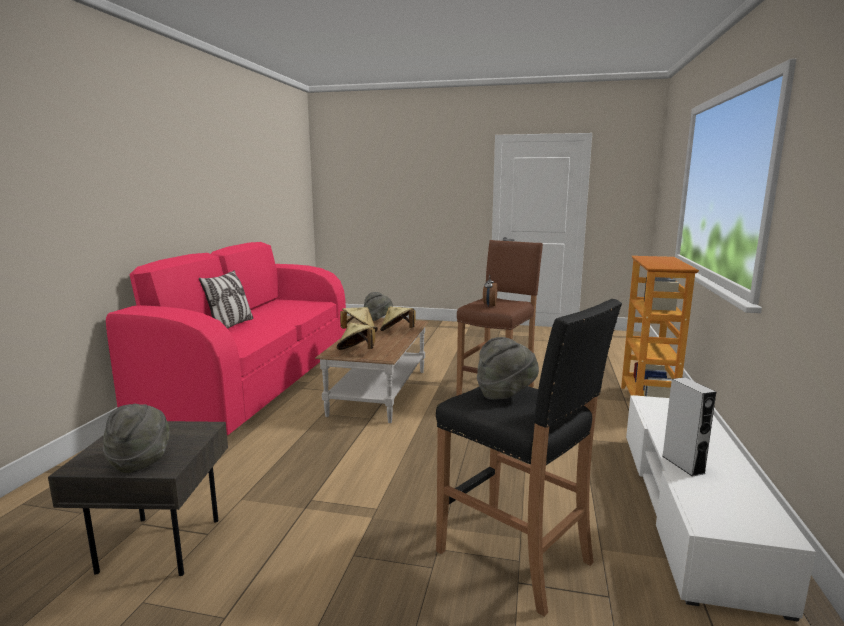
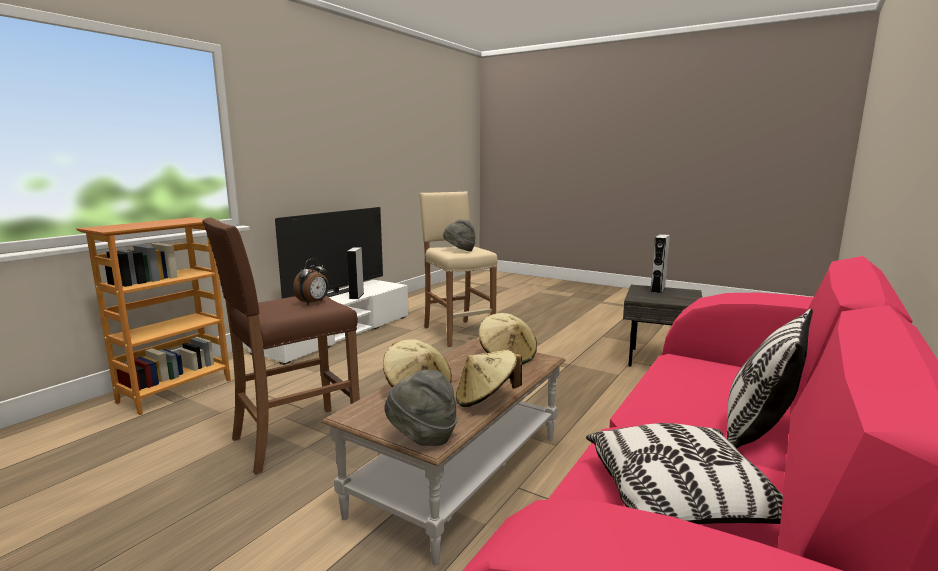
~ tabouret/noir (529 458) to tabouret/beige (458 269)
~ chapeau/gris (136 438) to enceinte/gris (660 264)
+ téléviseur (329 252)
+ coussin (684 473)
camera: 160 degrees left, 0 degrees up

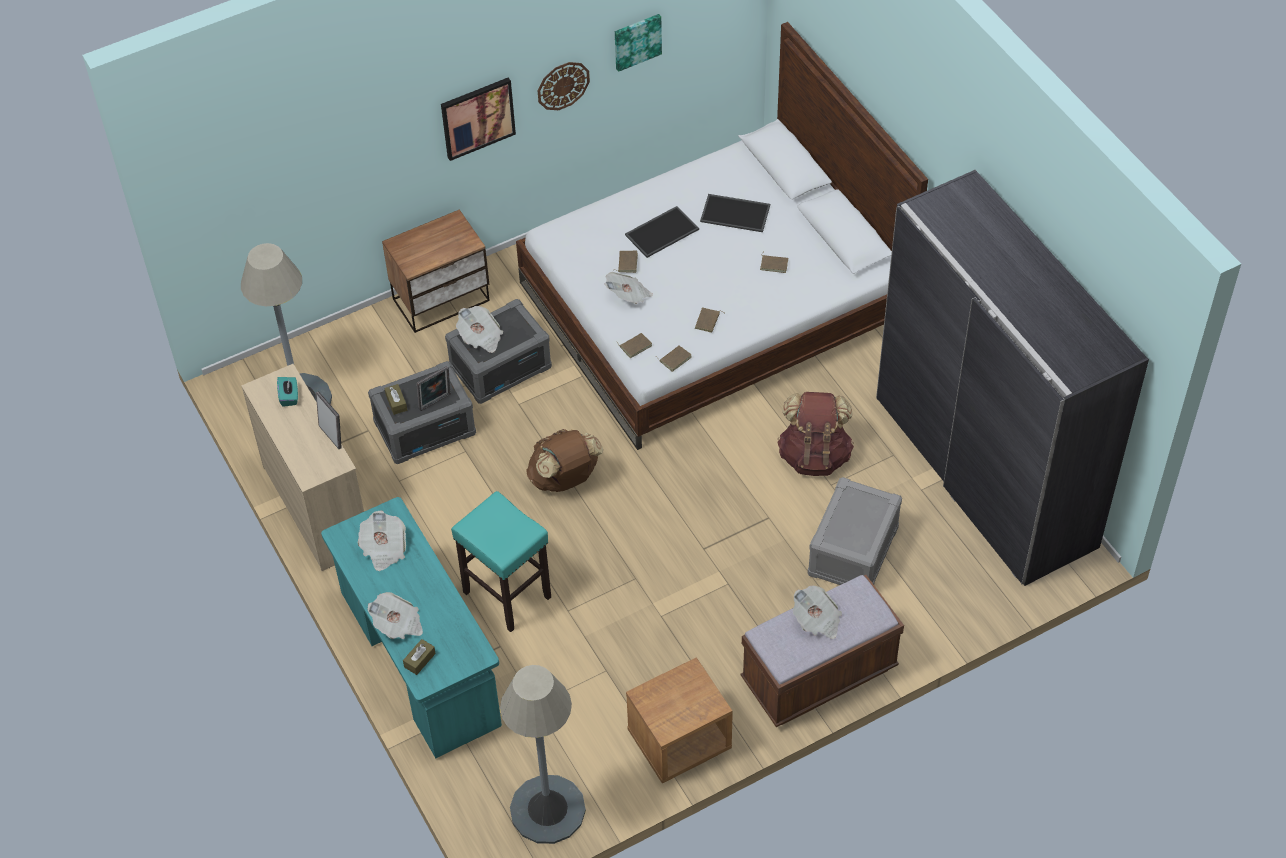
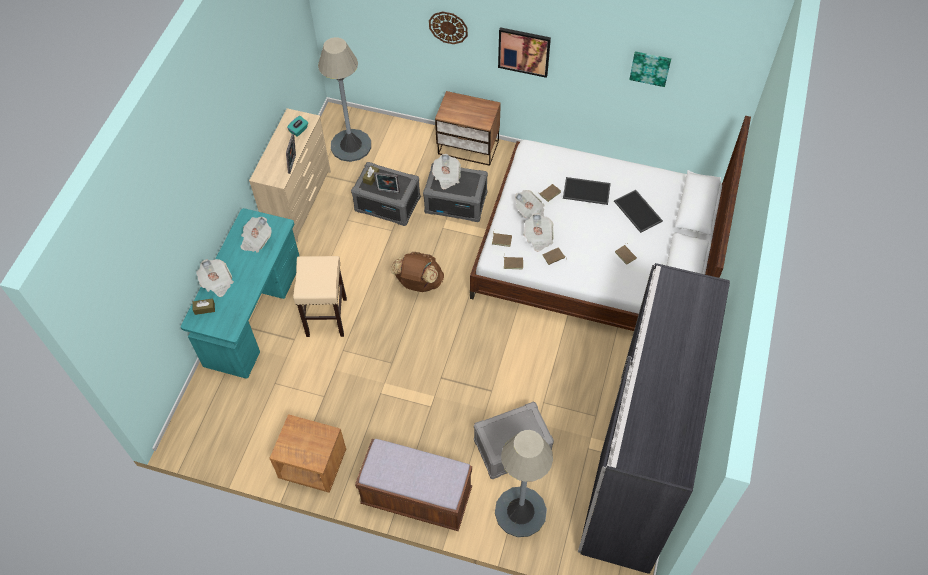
~ horloge murale (564 86) to (448 27)
- sac à dos/marron (815 434)
~ tabouret/turquoise (501 561) to tabouret/beige (320 296)
~ journal (817 612) to (538 232)
~ lampadaire/gris (543 754) to (524 483)
camera: 45 degrees right, 5 degrees up

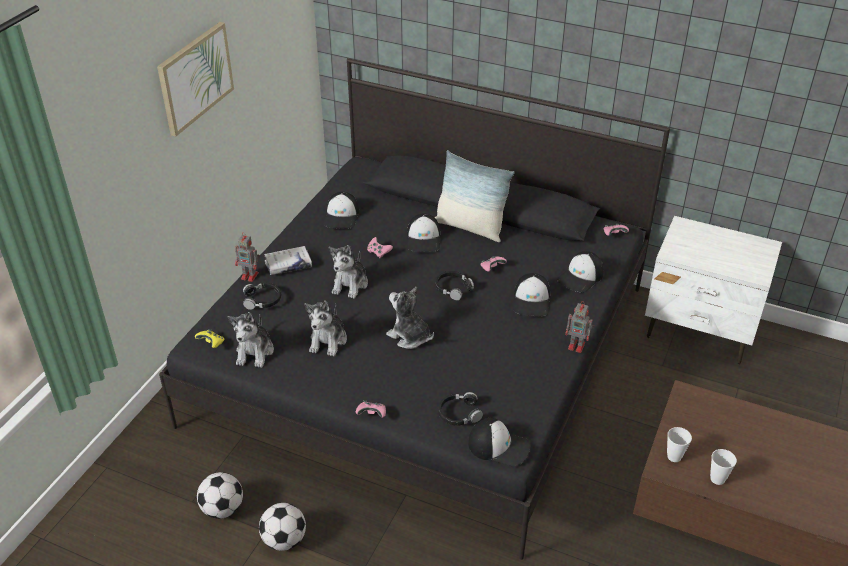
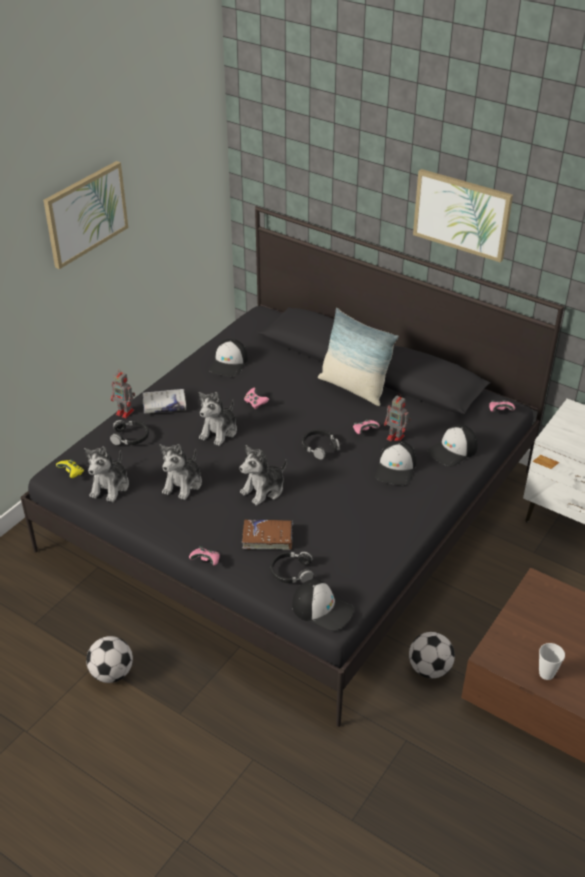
- casquette (423 232)
~ peluche (410 318) = (263 475) 90 degrees counterclockwise
~ robot jouet (579 327) to (397 418)
- tasse (679 444)
~ ballon de foot (220 495) to (432 655)
+ tableau (463 216)
+ livre/marron (267 534)
camera: 10 degrees right, 0 degrees up

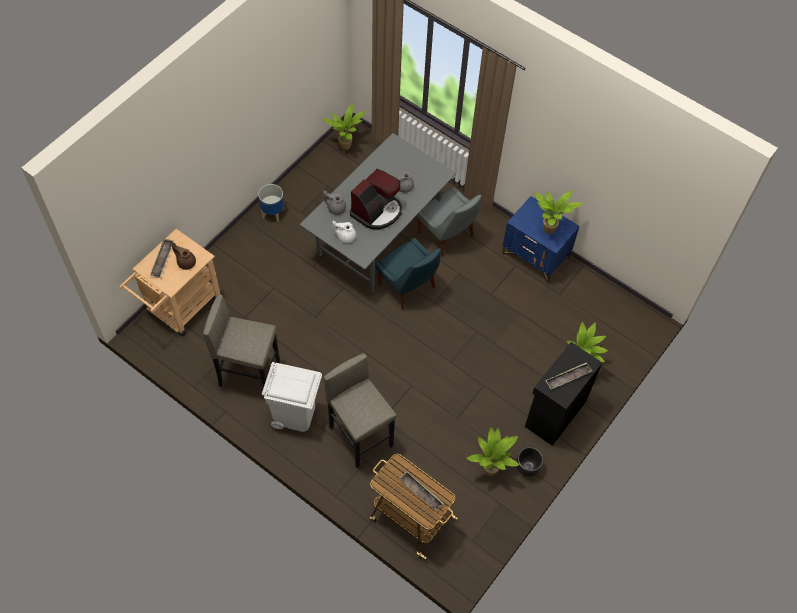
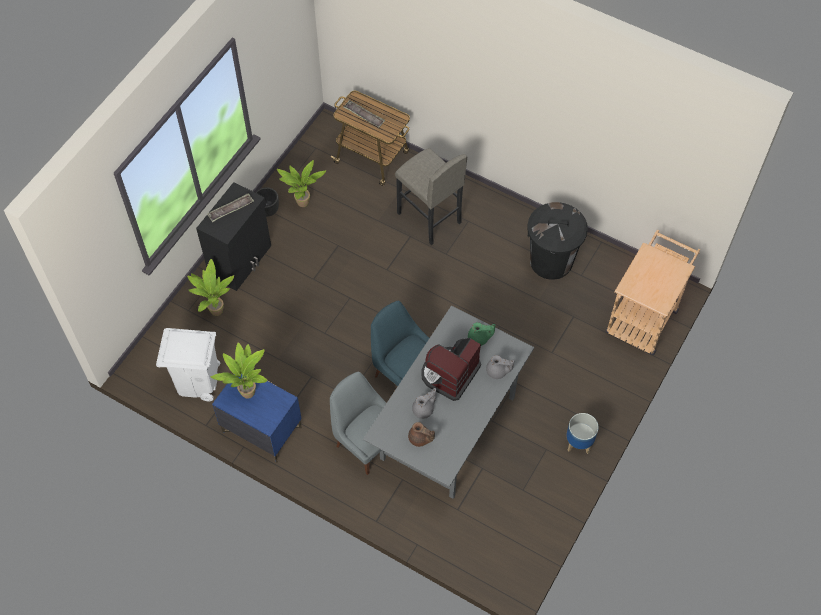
- plante en pot (344 127)
~ théière/blanc (344 232) to théière/vert (481 334)
- plateau (162 258)
~ théière/marron (183 256) to (421 434)
~ tabouret/gris (241 341) to poubelle/noir (557 241)
~ poubelle/blanc (292 397) to (188 364)
camera: 175 degrees right, 0 degrees up

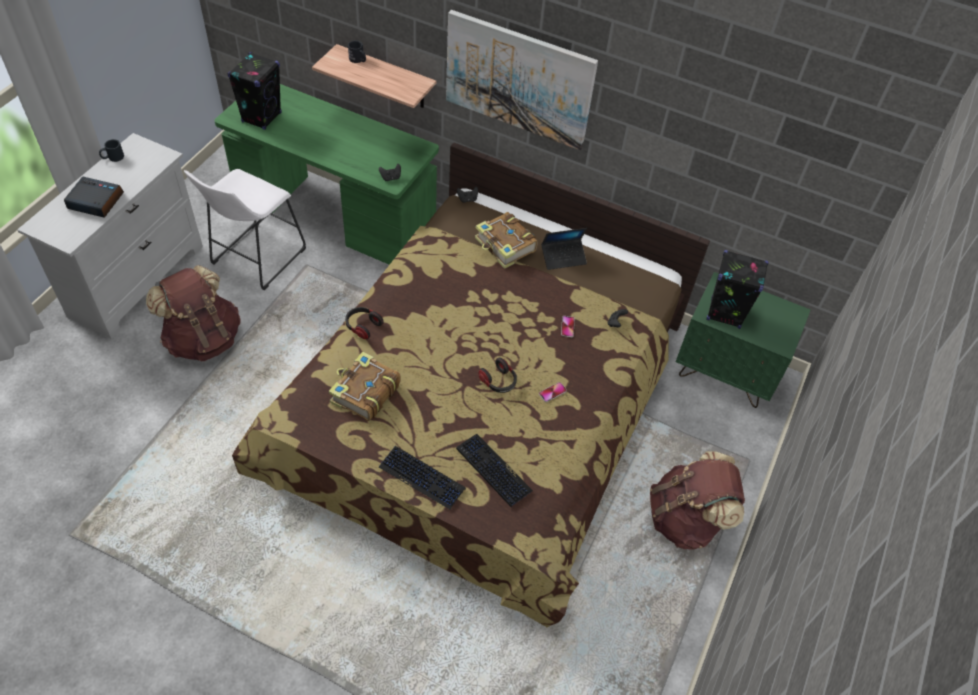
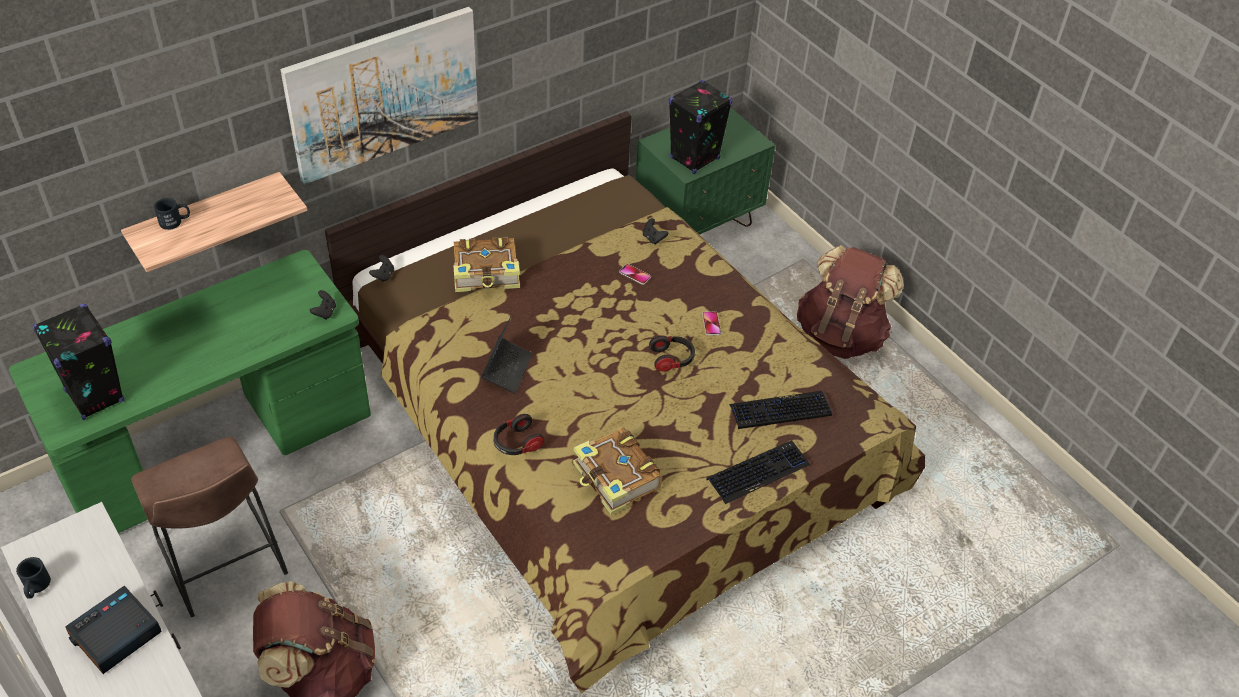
~ tabouret/blanc (245 229) to tabouret/marron (210 527)
~ ordinateur portable (564 249) to (507 355)
camera: 60 degrees left, 5 degrees down

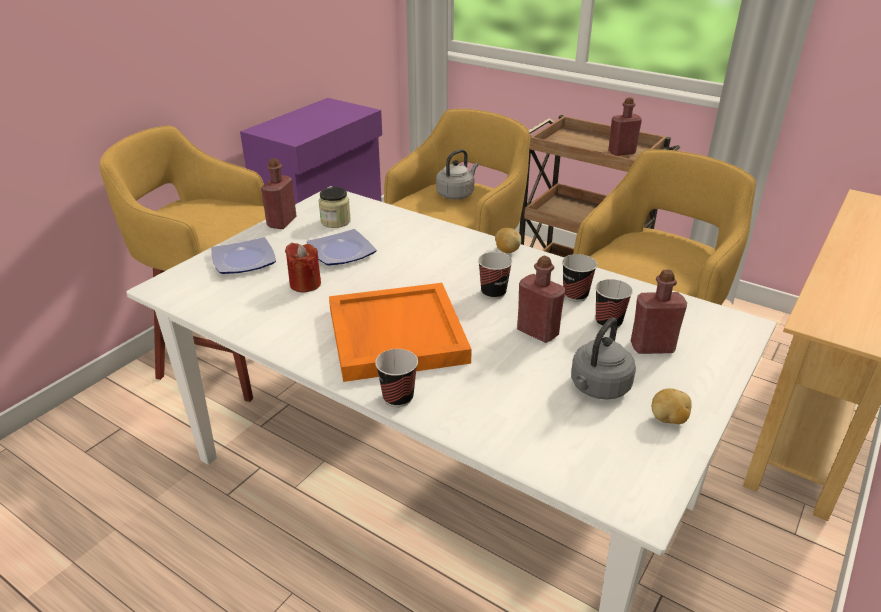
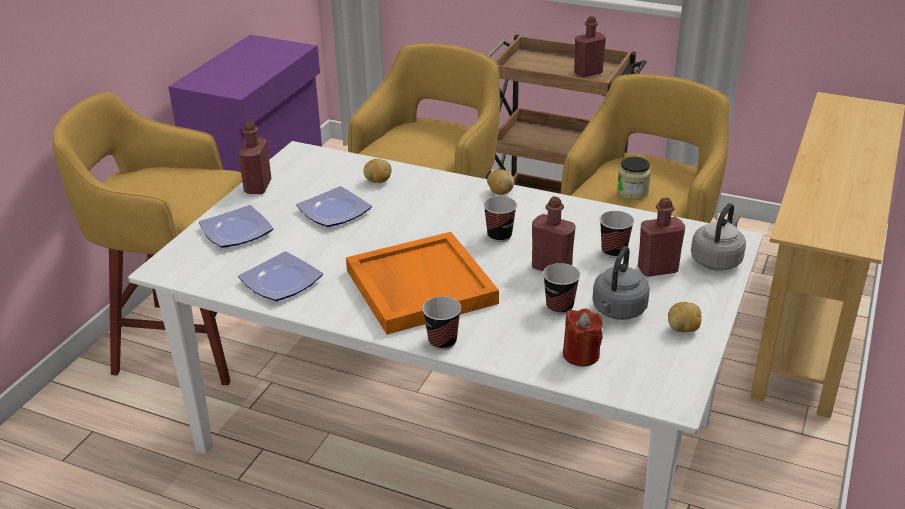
~ bouilloire/gris (457 174) to (718 237)
~ bocal (335 207) to (634 178)
~ bougie/rouge (303 268) to (582 337)
~ tasse (579 278) to (561 288)
+ pomme de terre (377 171)
+ assiette (280 276)
camera: 10 degrees left, 0 degrees up

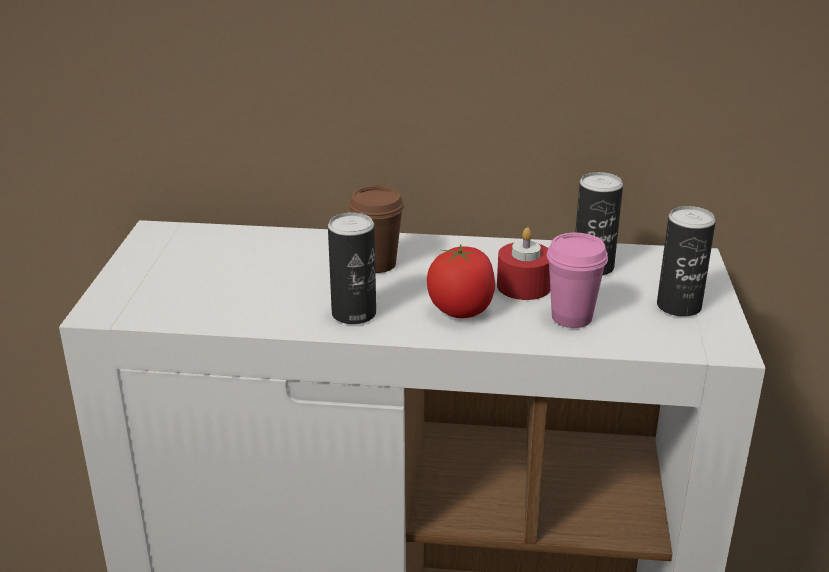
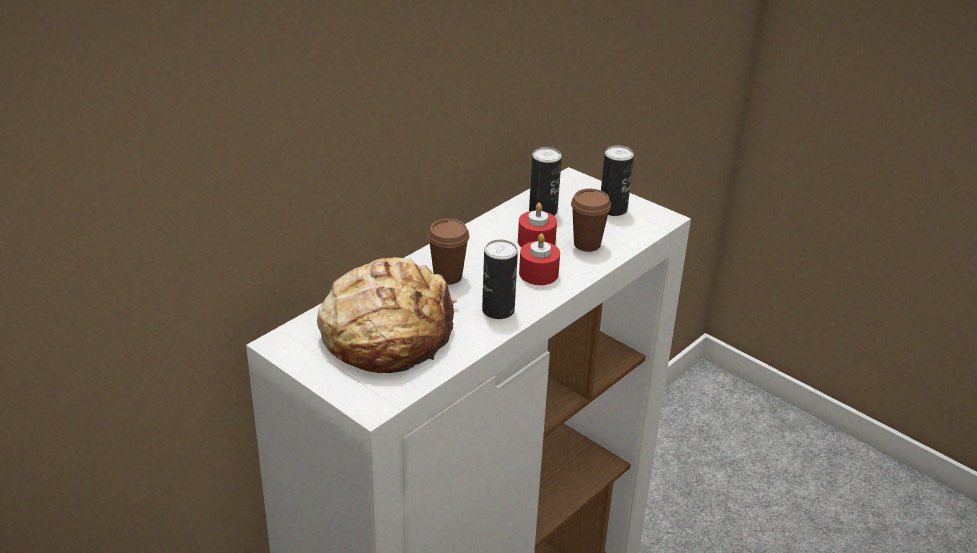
~ tasse/rose (577 280) to tasse/marron (591 220)
~ tomate (461 281) to bougie/rouge (539 259)
+ pain (387 315)
camera: 55 degrees left, 5 degrees up

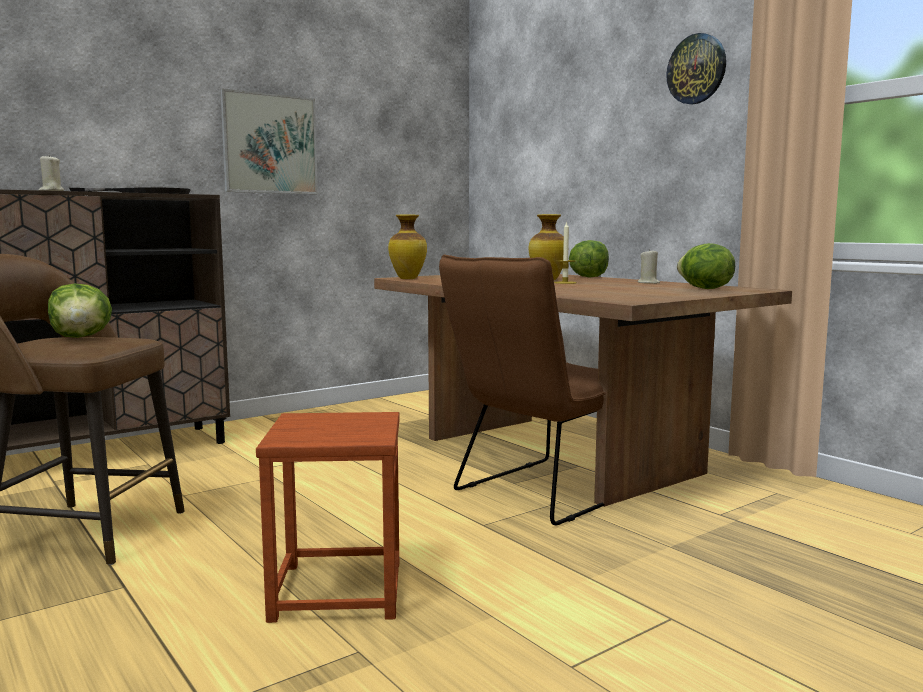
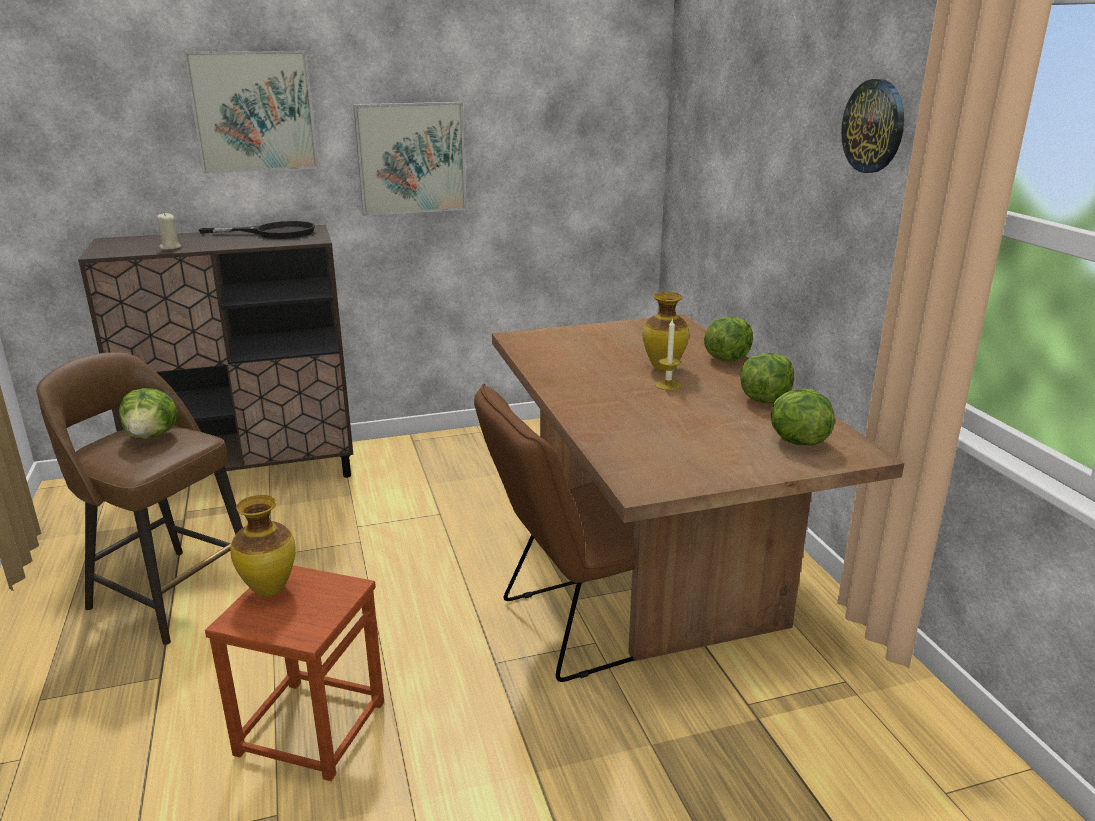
~ vase (407 247) to (263 546)
~ bougie/beige (649 266) to laitue (767 378)
+ tableau (251 112)
camera: 20 degrees right, 15 degrees up

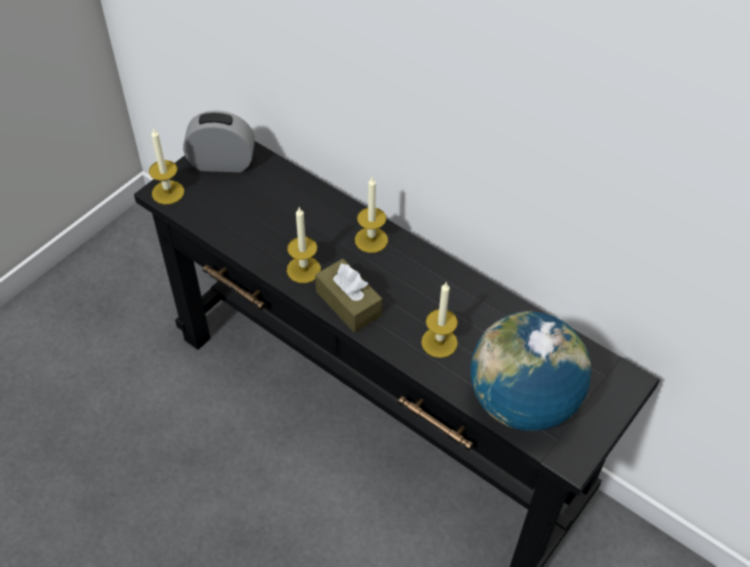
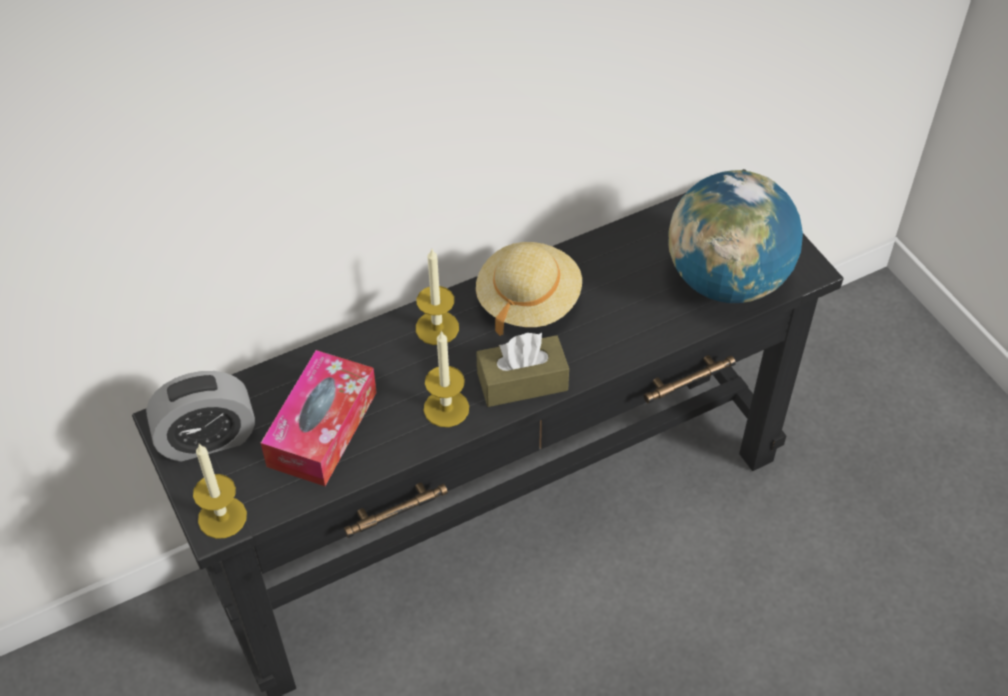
~ réveil (219 141) = (200 416) 135 degrees counterclockwise
- bougie (439 320)
+ chapeau/beige (529 289)
+ boîte à mouchoirs (319 418)
camera: 65 degrees left, 0 degrees up

